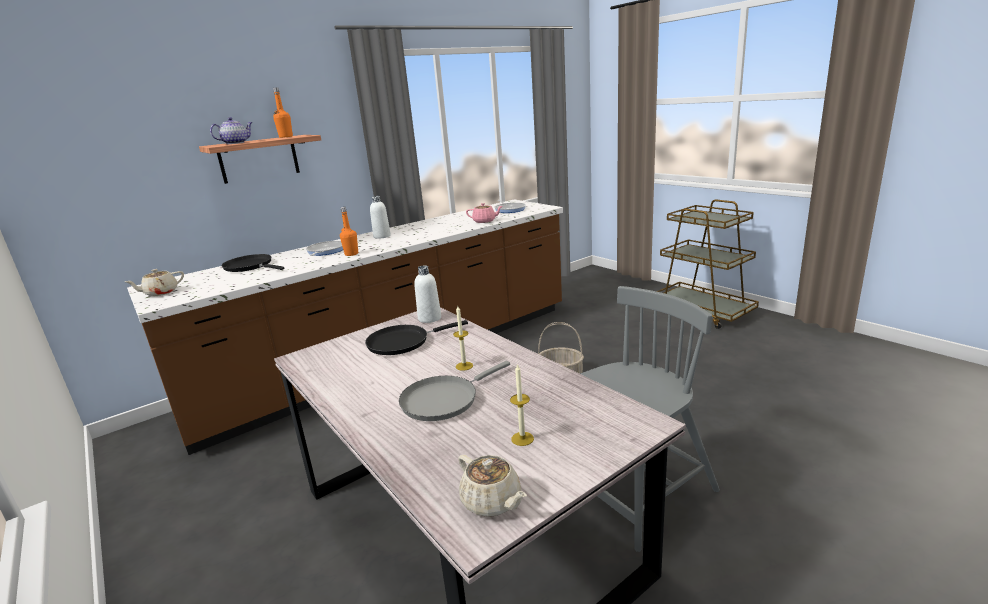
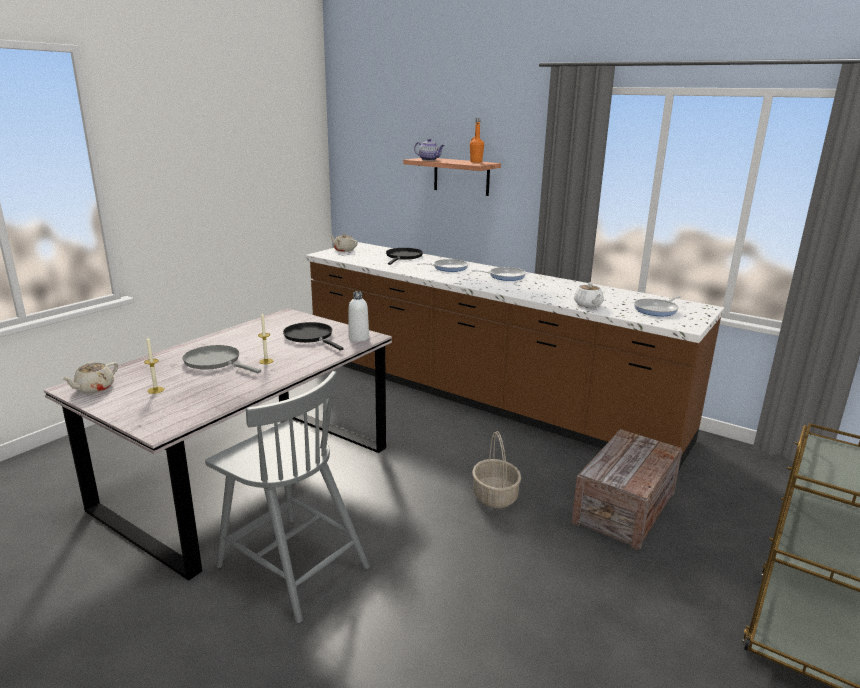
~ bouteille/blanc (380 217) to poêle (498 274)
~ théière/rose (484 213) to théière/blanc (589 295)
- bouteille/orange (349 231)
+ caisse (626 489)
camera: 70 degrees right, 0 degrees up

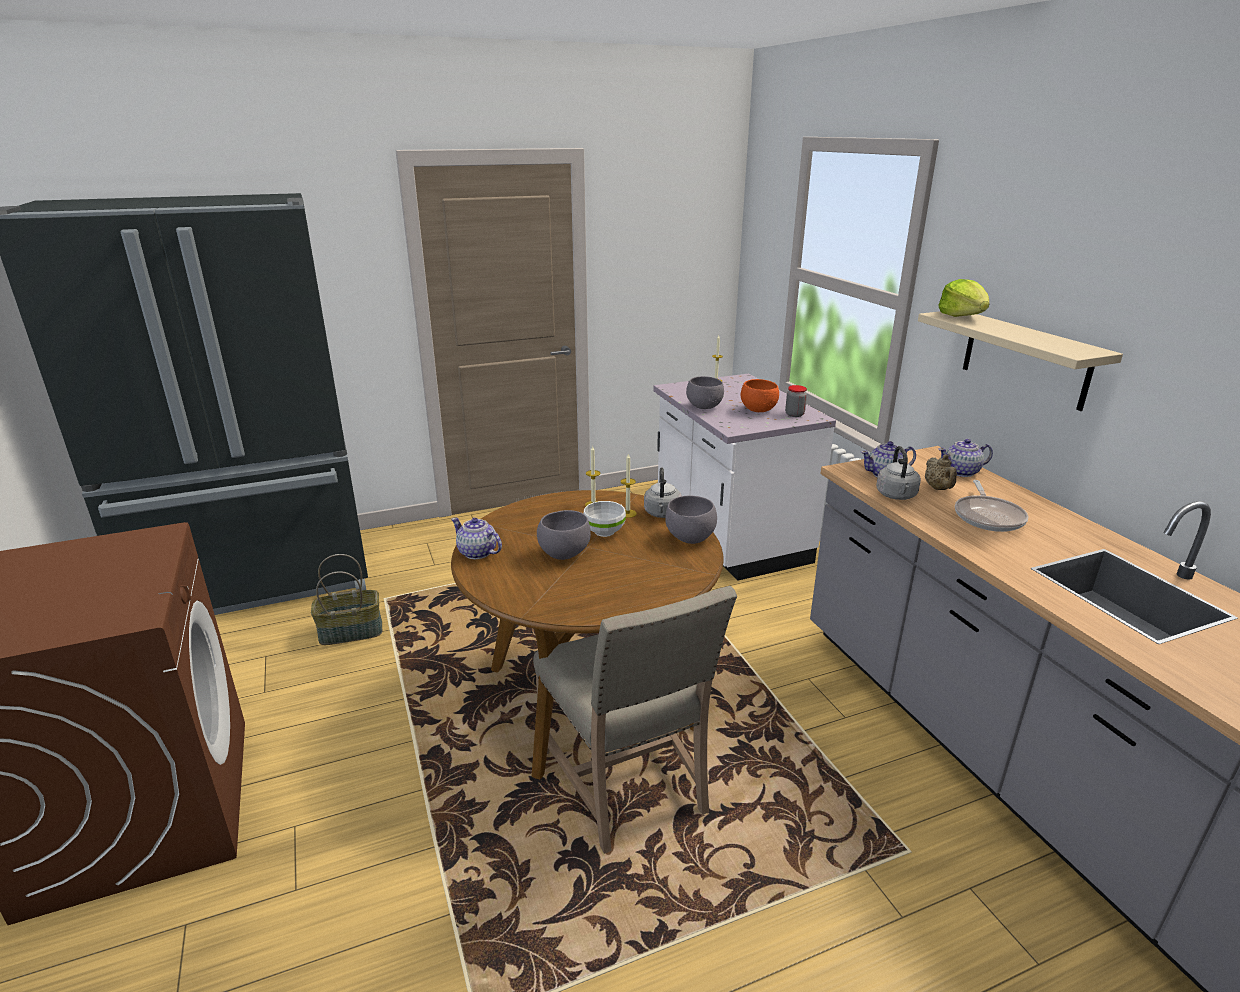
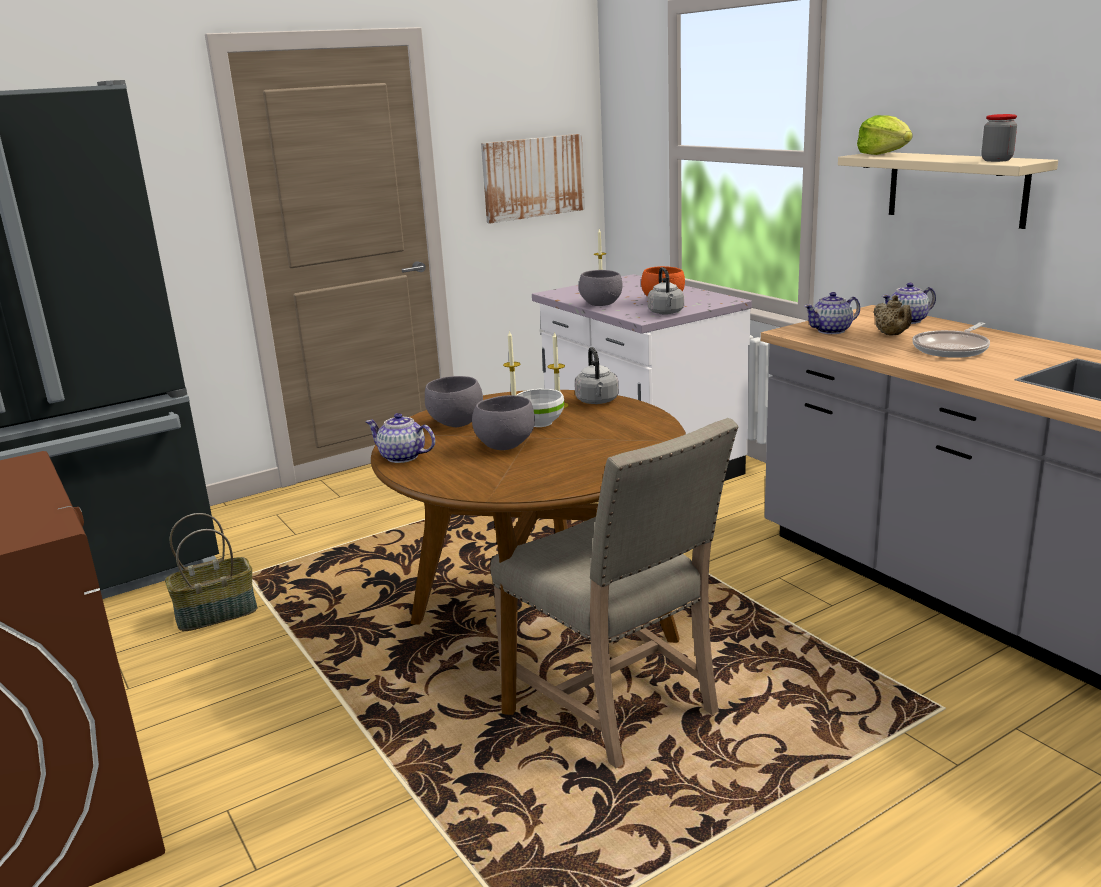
~ bocal (796 401) to (999 138)
~ bouilloire/gris (898 473) to (666 291)
~ poêle (992 506) = (951 340) 45 degrees clockwise
~ bol/gris (691 520) to (454 401)
+ tableau (533 178)
camera: 10 degrees left, 5 degrees down

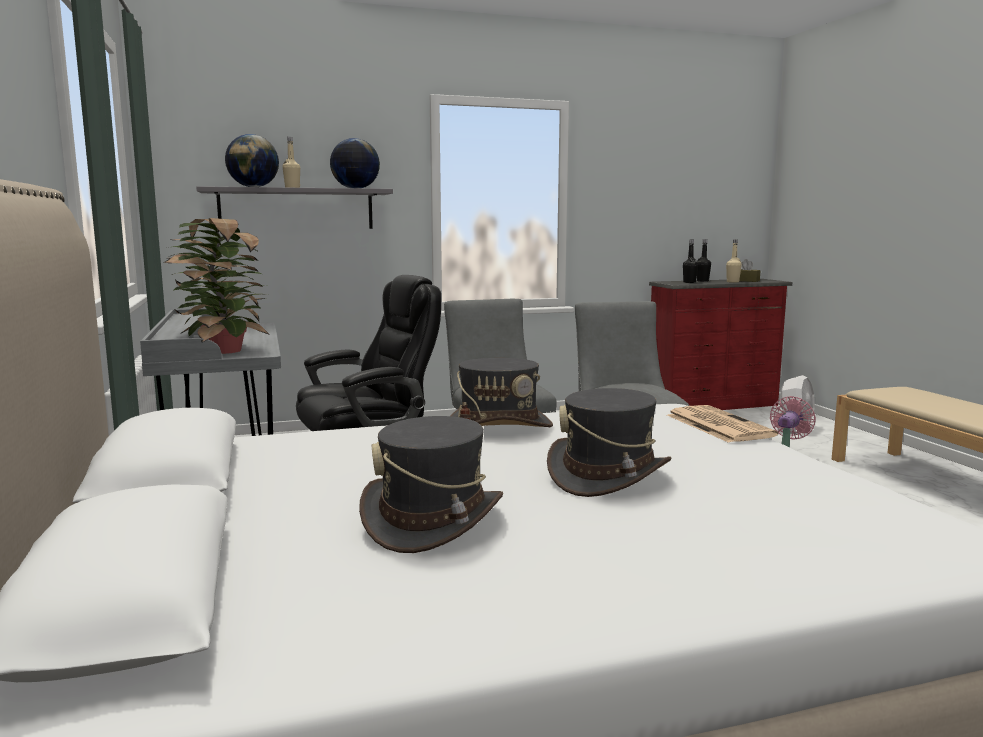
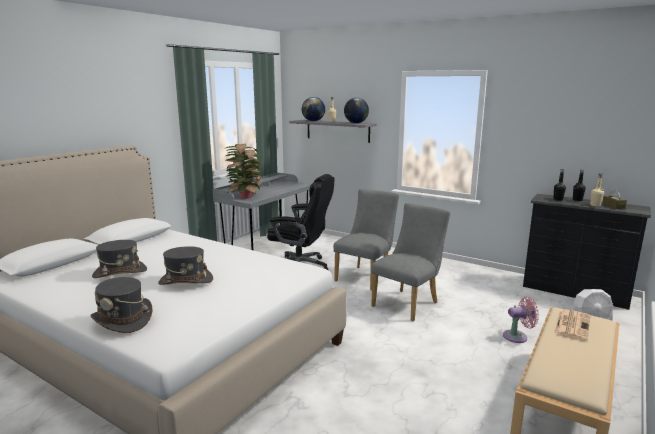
~ commode/rouge (720 344) to commode/noir (587 252)
~ chapeau/gris (502 392) to (121 305)
~ journal (722 424) to (572 325)
camera: 50 degrees right, 5 degrees up

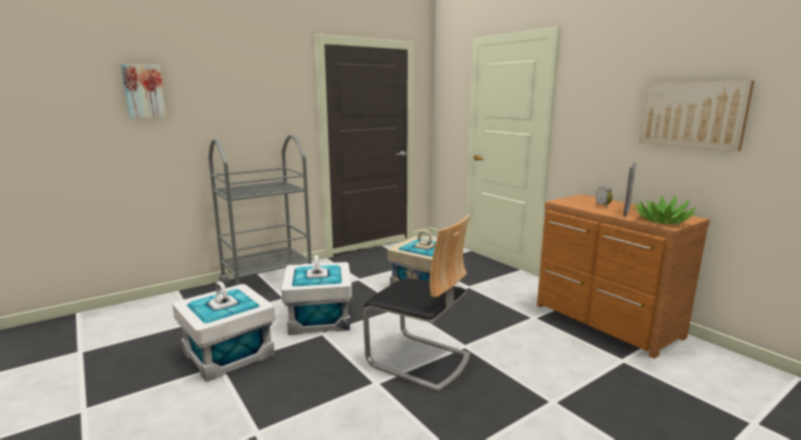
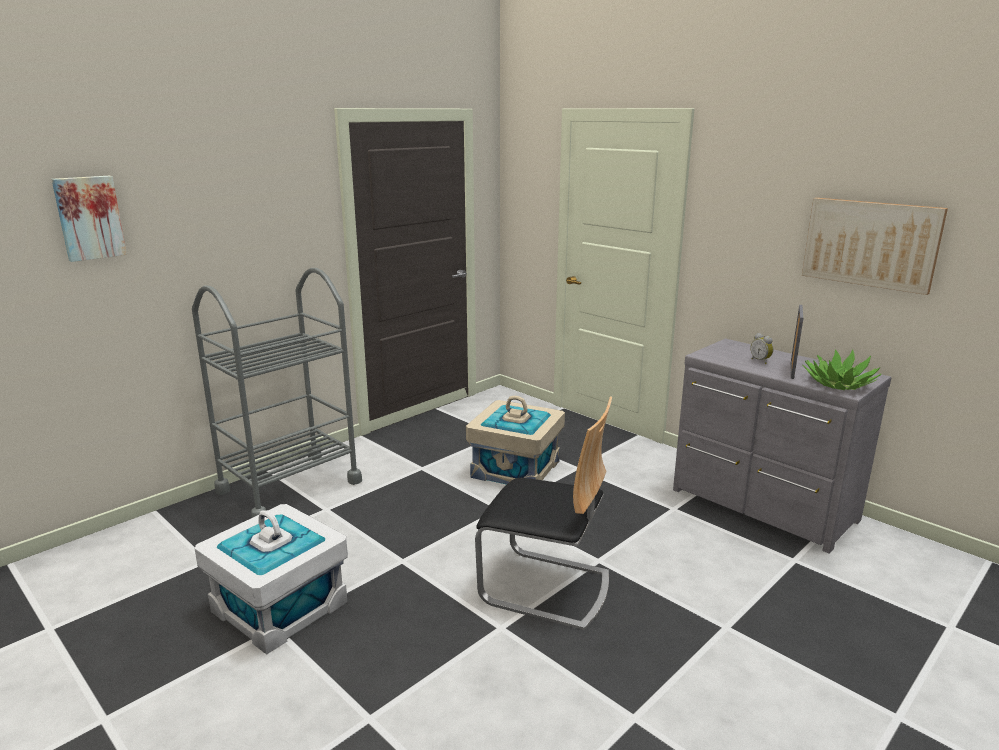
~ commode/marron (623 276) to commode/gris (782 445)
- boîte de rangement/blanc (316 295)
camera: 10 degrees left, 5 degrees up

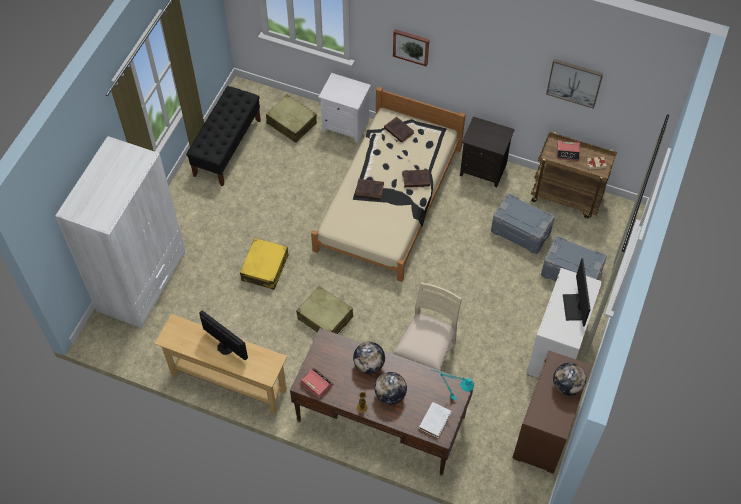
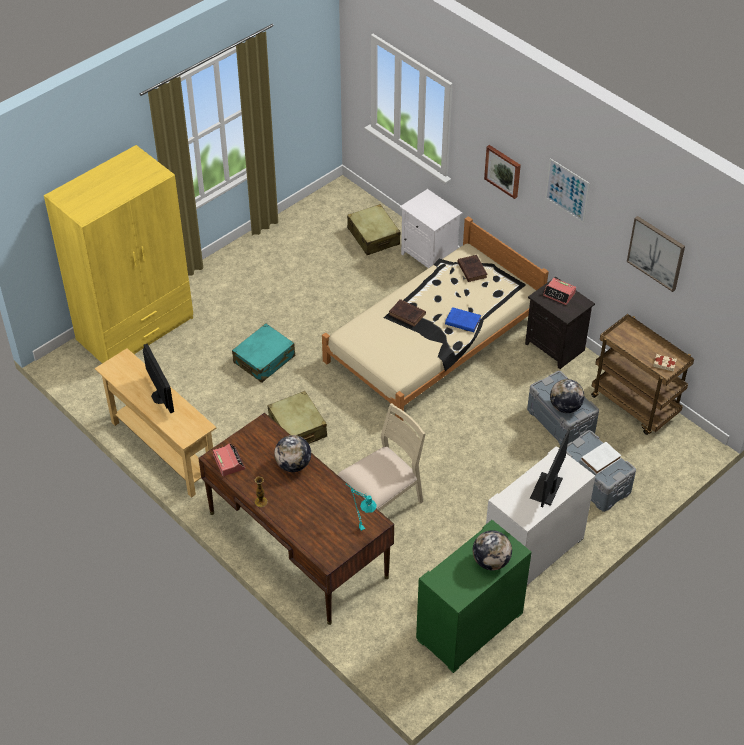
- banc/noir (223 136)
~ armoire/blanc (120 232) to armoire/jaune (118 254)
~ réveil (568 151) to (559 291)
~ livre/marron (416 178) to livre/bleu (463 319)
~ valise/jaune (264 264) to valise/turquoise (263 353)
~ commode/marron (552 412) to commode/vert (474 596)
~ globe (391 388) to (567 396)
~ livre/blanc (435 420) to (601 458)
+ tableau (567 190)
camera: 25 degrees right, 10 degrees down

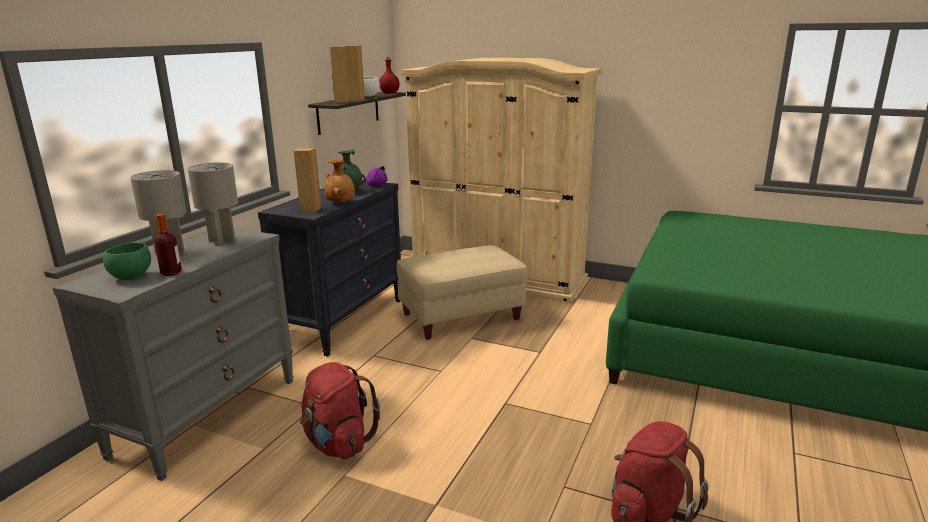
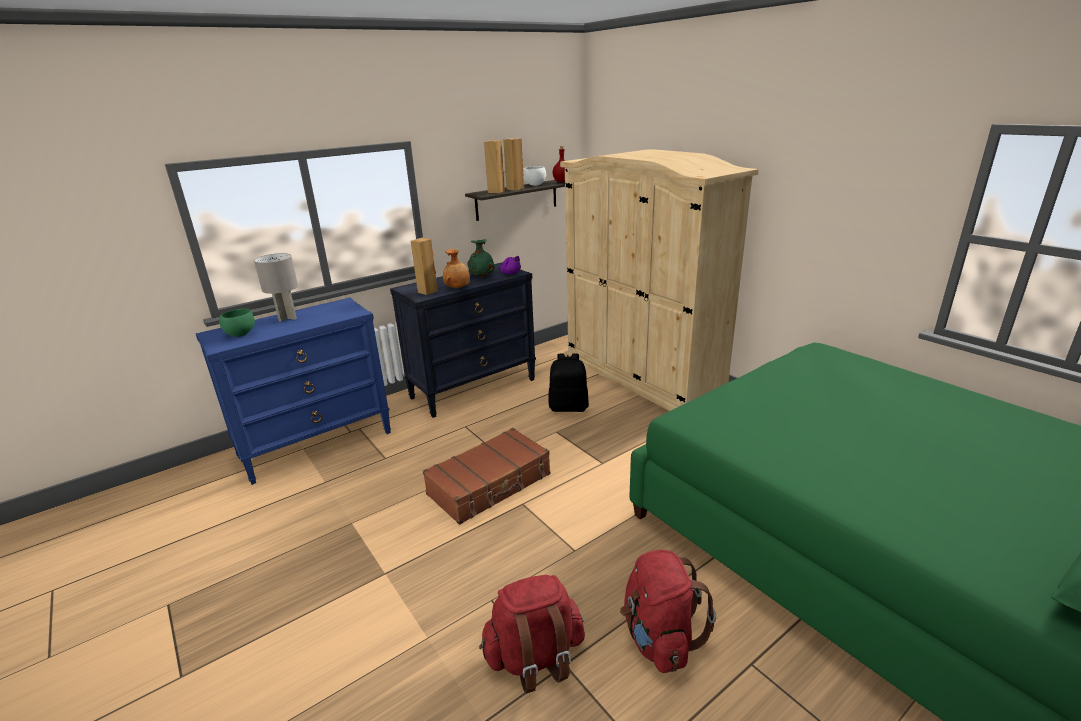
- lampe de table/gris (213 204)
- bouteille (168 245)
~ commode/gris (173 354) to commode/bleu (293 391)
~ pouf/beige (462 292) to sac à dos/noir (569 383)
~ sac à dos/rouge (340 410) to (668 611)
+ valise/marron (486 476)
camera: 30 degrees right, 5 degrees up

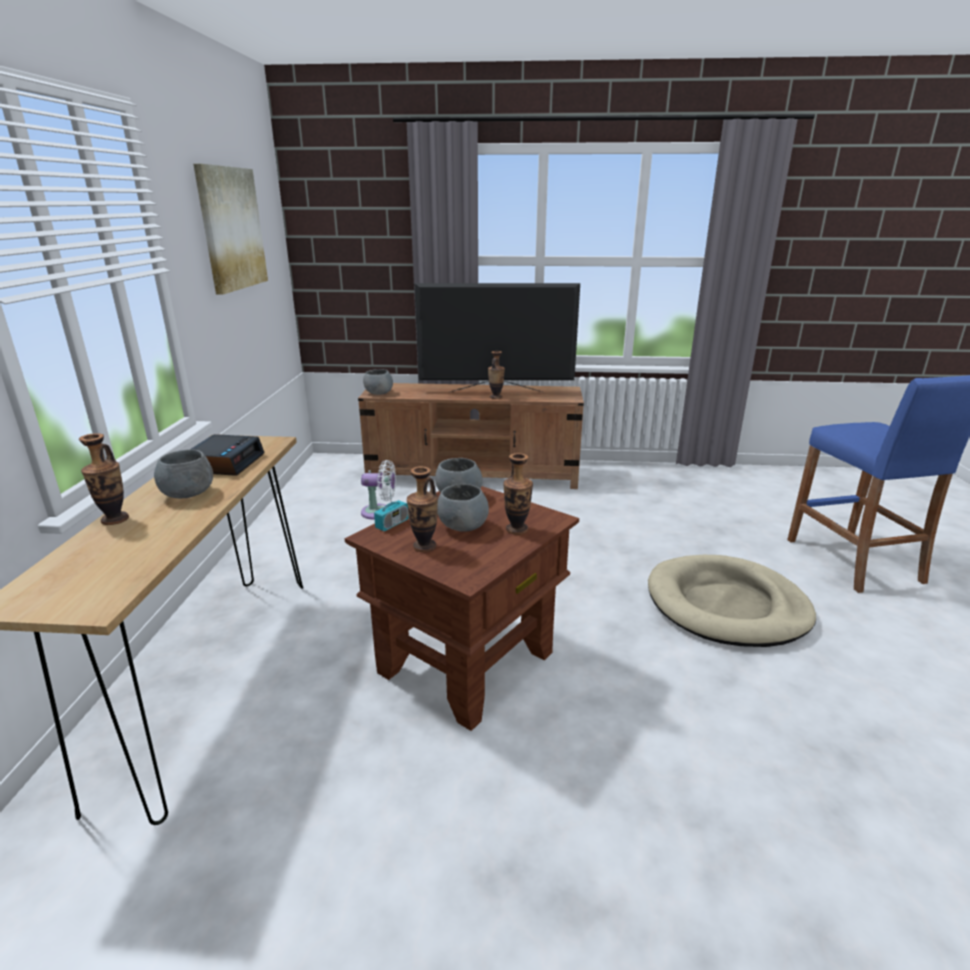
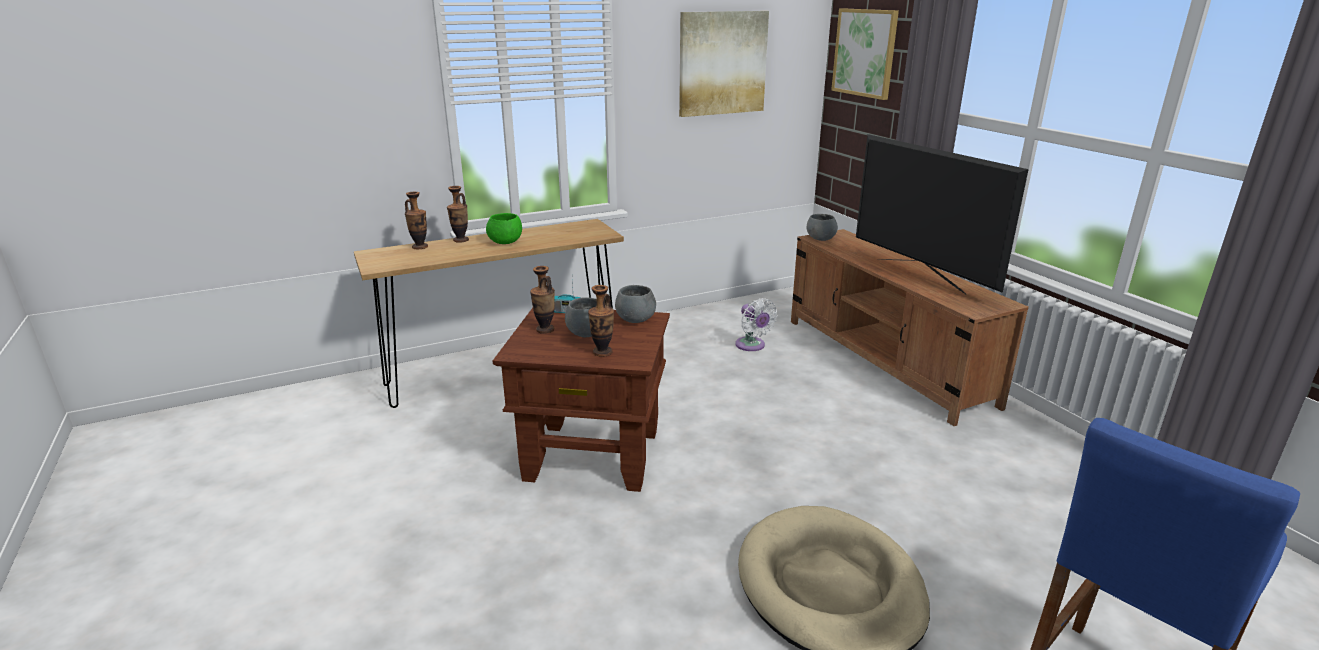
~ vase (496 375) to (416 220)
- réveil (228 455)
~ bol/gris (183 473) to bol/vert (504 228)
+ tableau (865 54)
camera: 60 degrees right, 0 degrees up

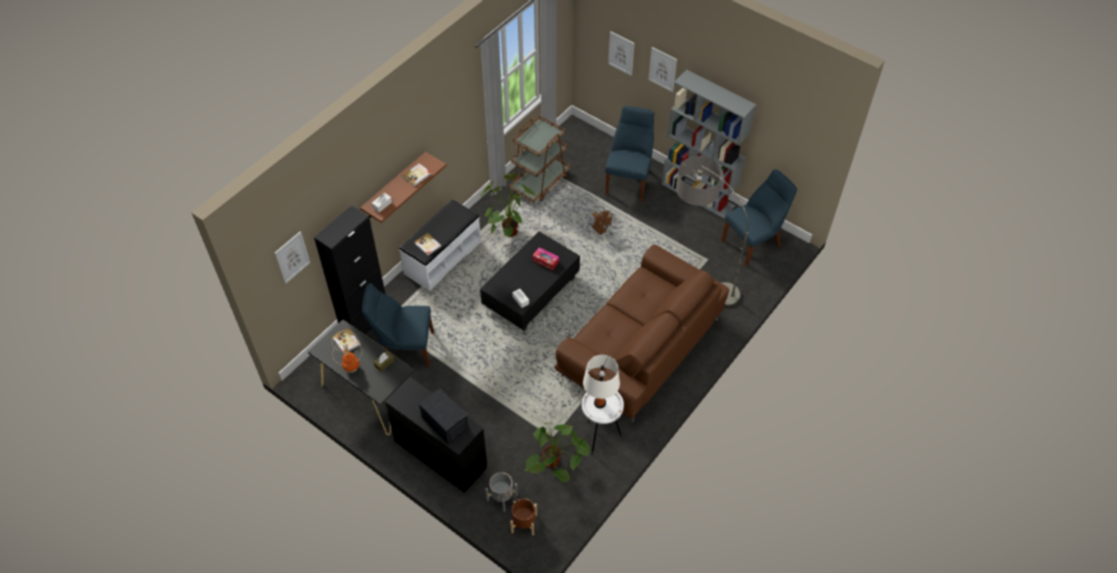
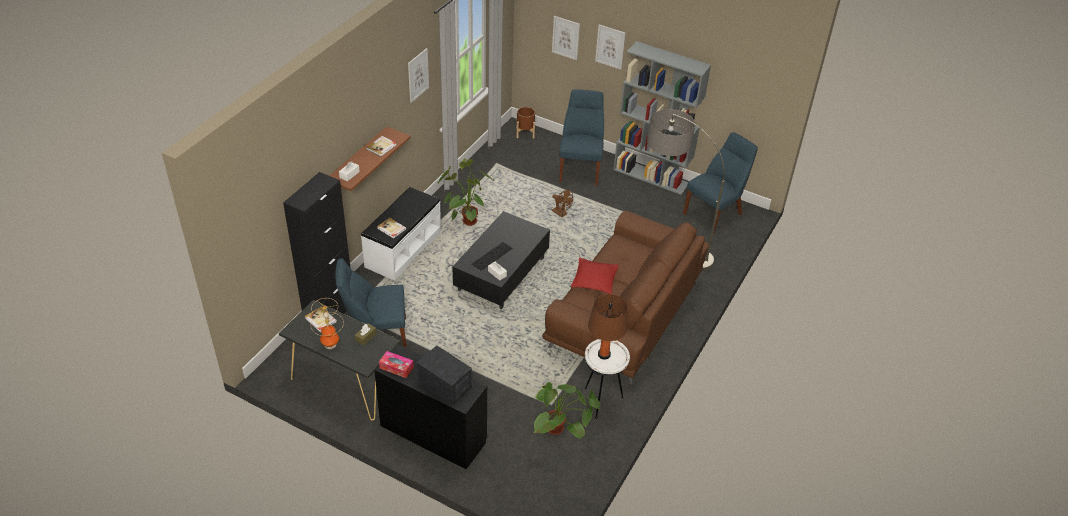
- chariot/marron (540 159)
~ tableau (292 257) to (418 75)
~ boîte à mouchoirs (545 258) to (396 364)
~ lampe de table/blanc (601 381) to lampe de table/marron (608 327)
- cache-pot/gris (501 492)
~ cache-pot/marron (523 517) to (525 123)
+ clavier (492 256)
+ coussin/rouge (595 276)
camera: 10 degrees left, 10 degrees down

